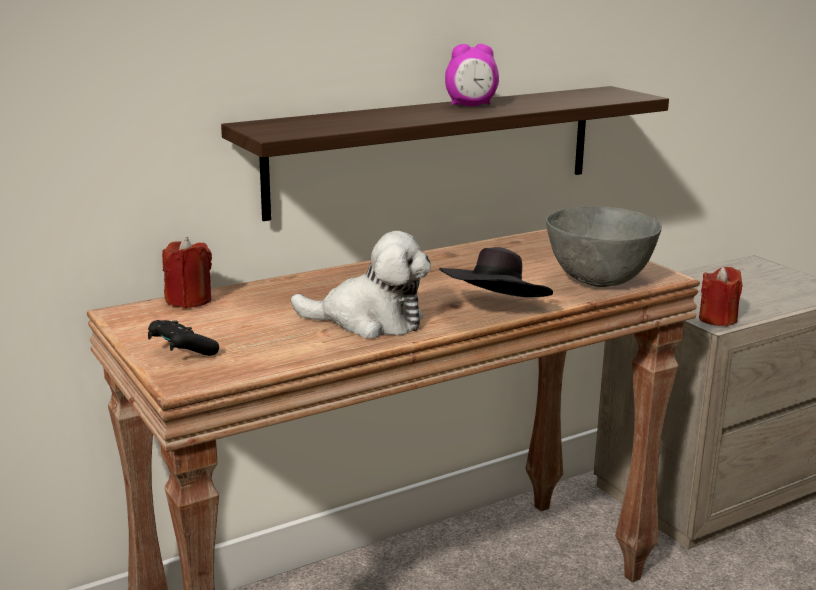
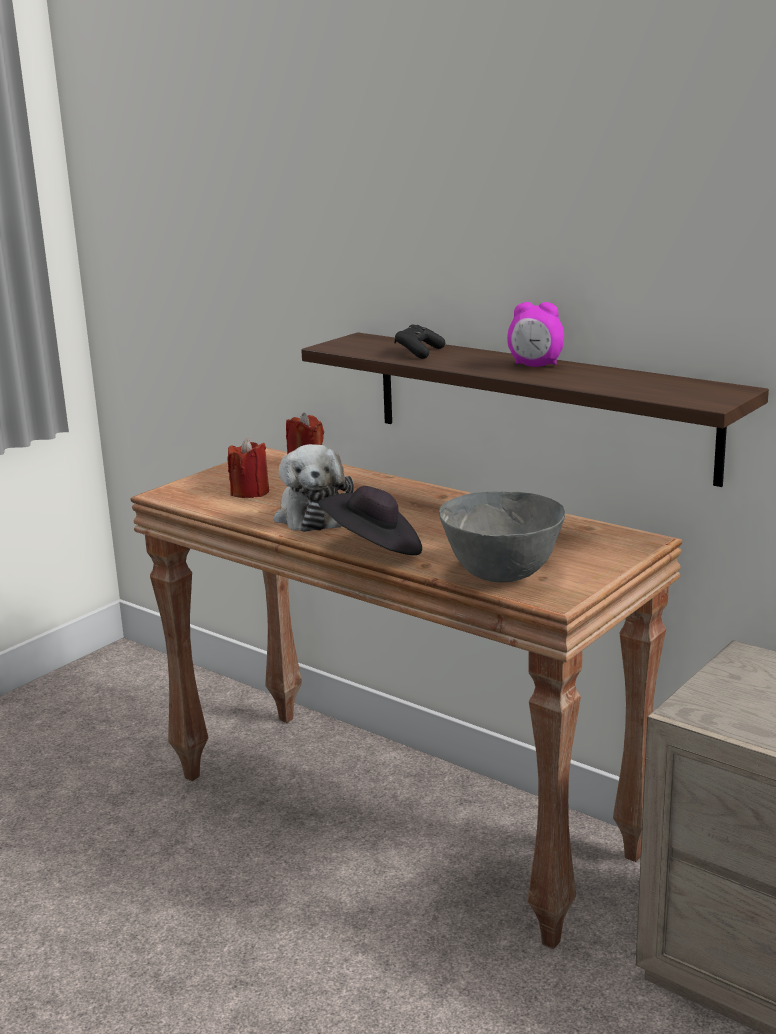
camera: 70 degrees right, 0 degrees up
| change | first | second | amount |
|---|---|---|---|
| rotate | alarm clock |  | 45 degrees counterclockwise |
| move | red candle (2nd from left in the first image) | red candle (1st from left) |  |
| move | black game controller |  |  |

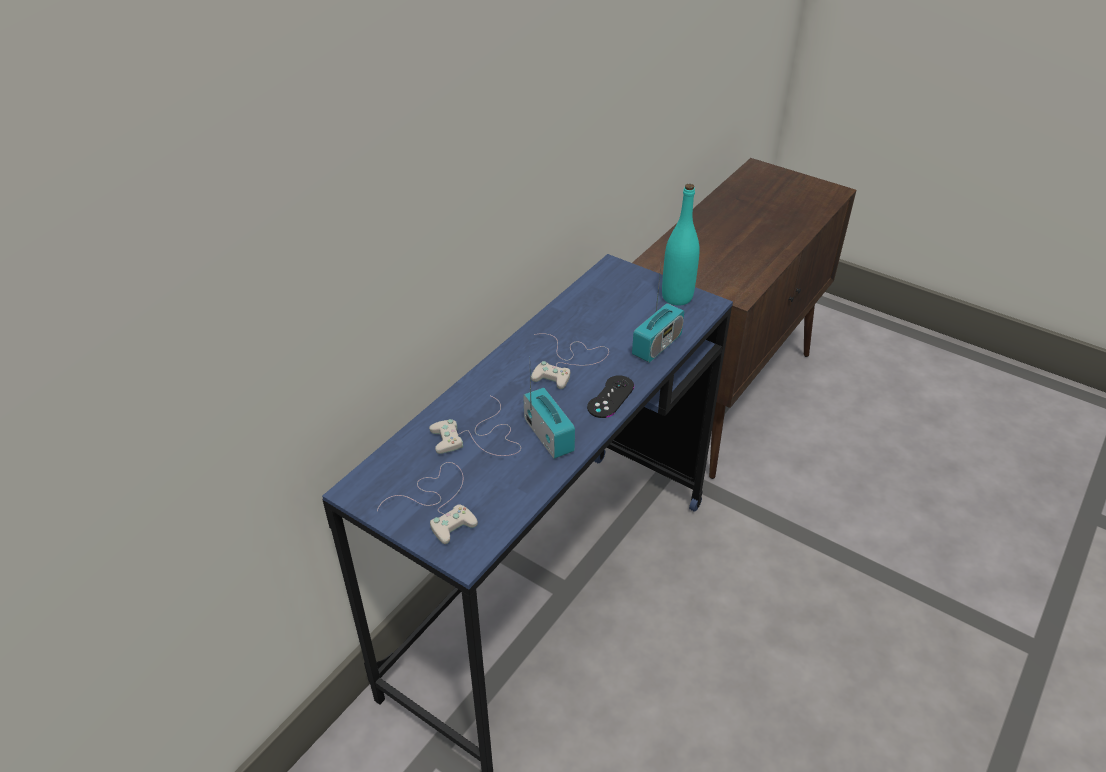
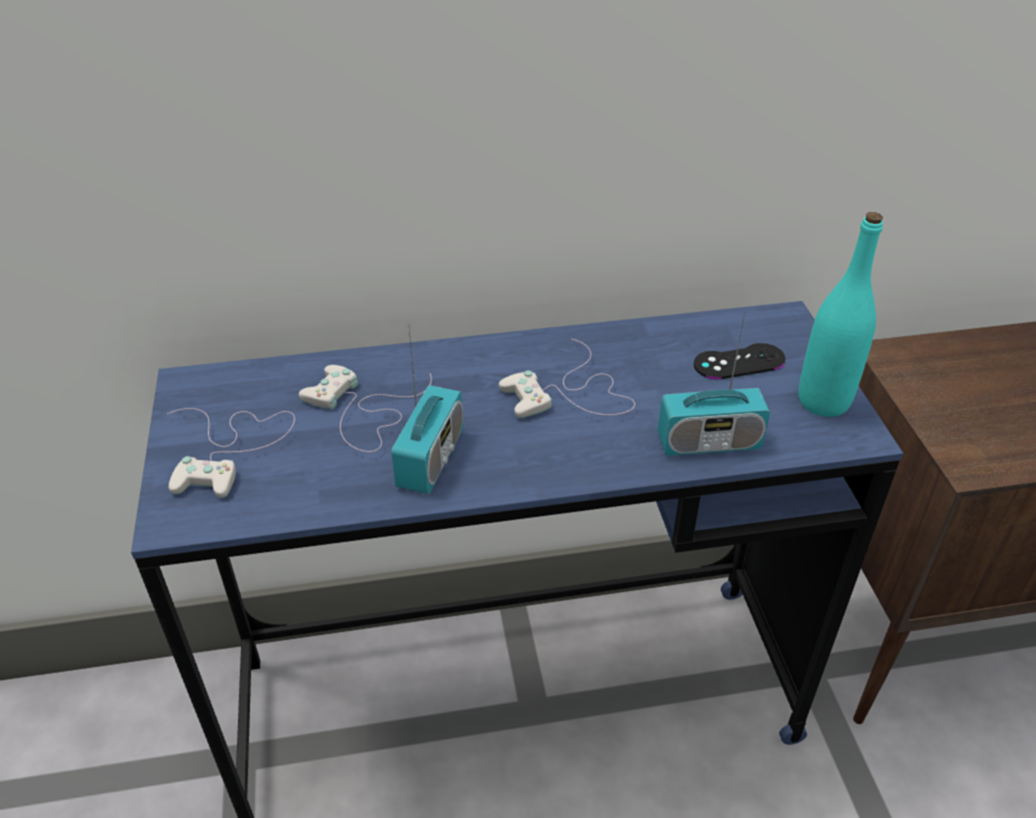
camera: 45 degrees right, 0 degrees up
| change | first | second | amount |
|---|---|---|---|
| move | black game controller |  |  |

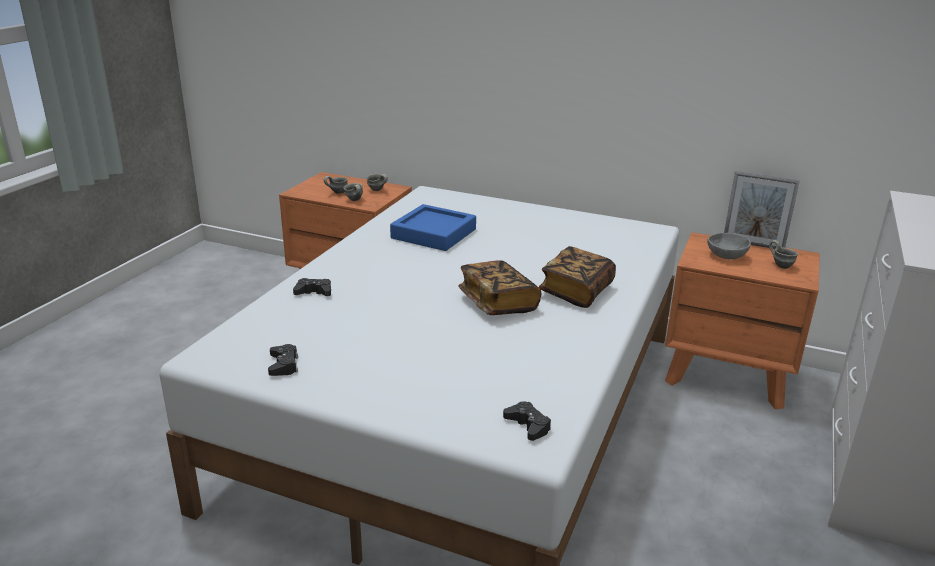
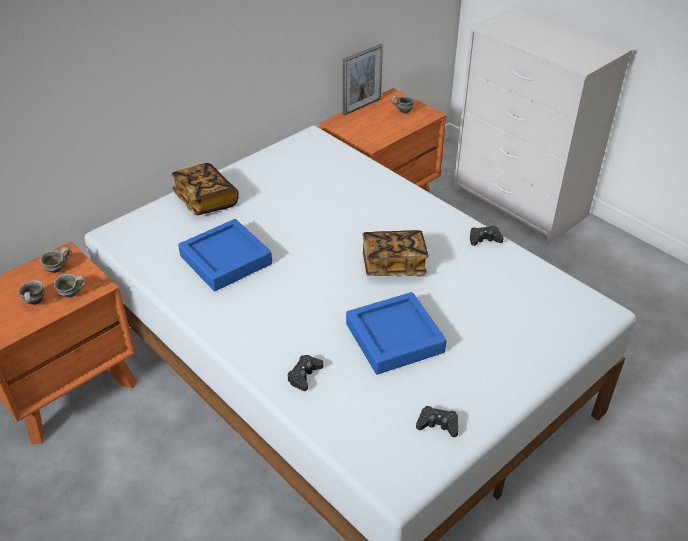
camera: 65 degrees left, 15 degrees up
| change | first | second | amount |
|---|---|---|---|
| delete | grey bowl |  |  |
| move | book (2nd from left in the first image) | book (1st from left) |  |
| move | black game controller (3rd from left) |  |  |
| insert |  | blue tray (2nd from left) |  |

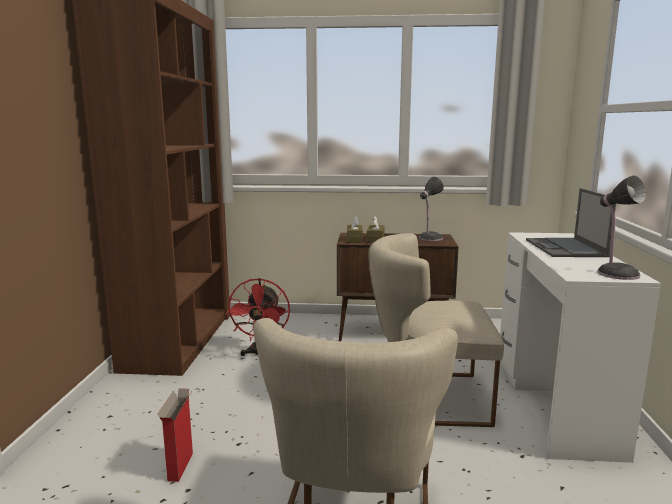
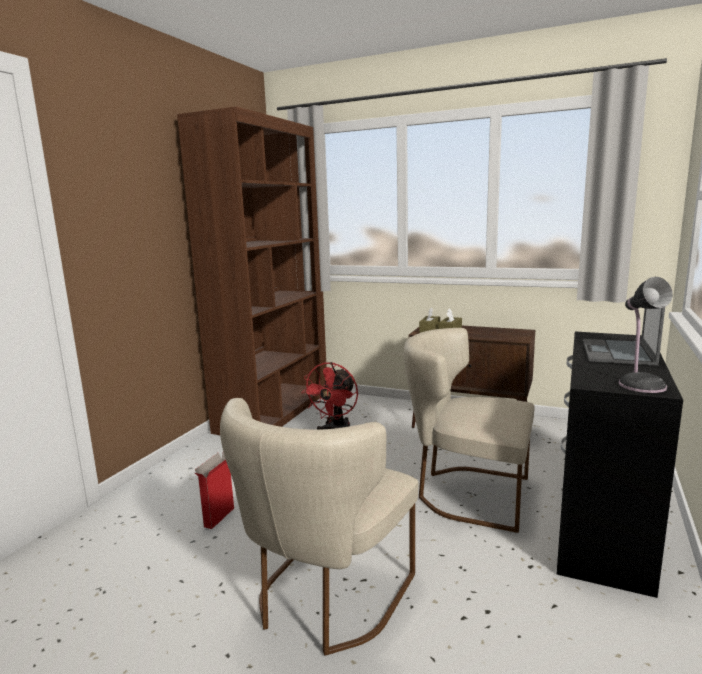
camera: 20 degrees right, 0 degrees up
| change | first | second | amount |
|---|---|---|---|
| delete | table lamp (1st from left) |  |  |
| recolor | white desk | black desk |  |

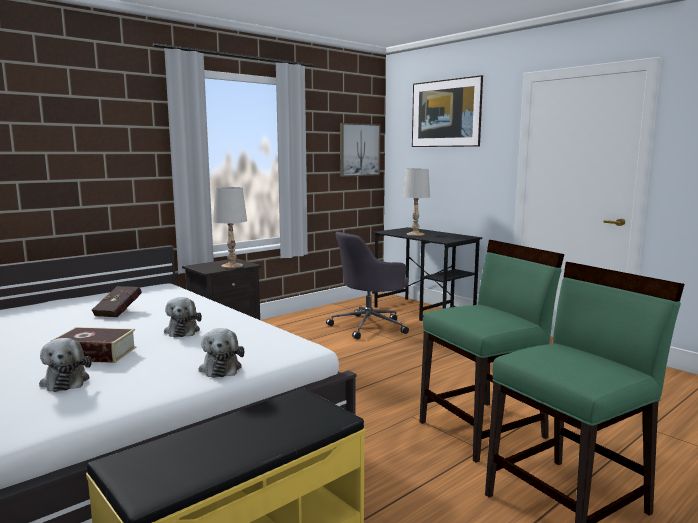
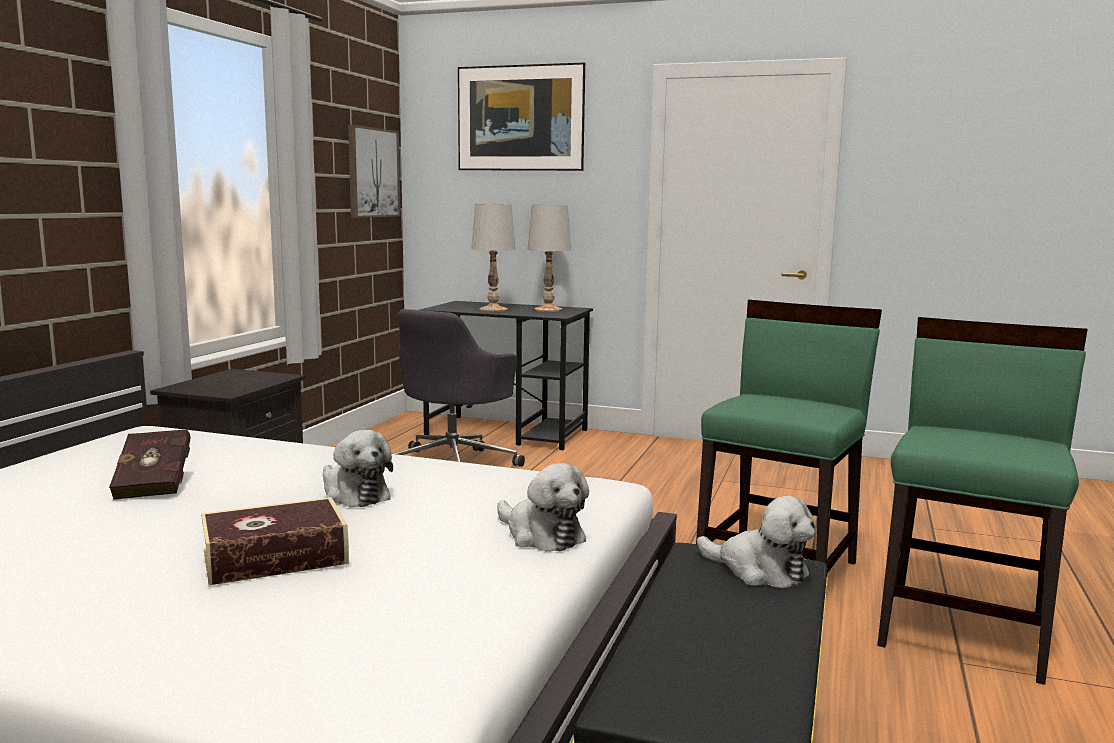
camera: 30 degrees left, 0 degrees up
| change | first | second | amount |
|---|---|---|---|
| move | white table lamp (1st from left in the first image) | white table lamp (2nd from left) |  |
| move | plush toy (1st from left in the first image) | plush toy (3rd from left) |  |

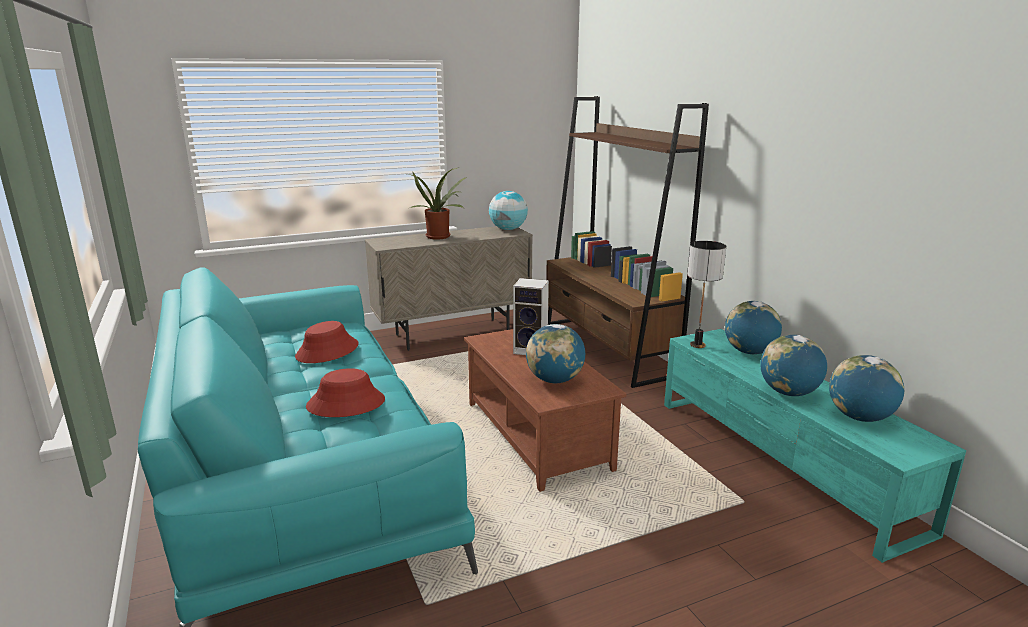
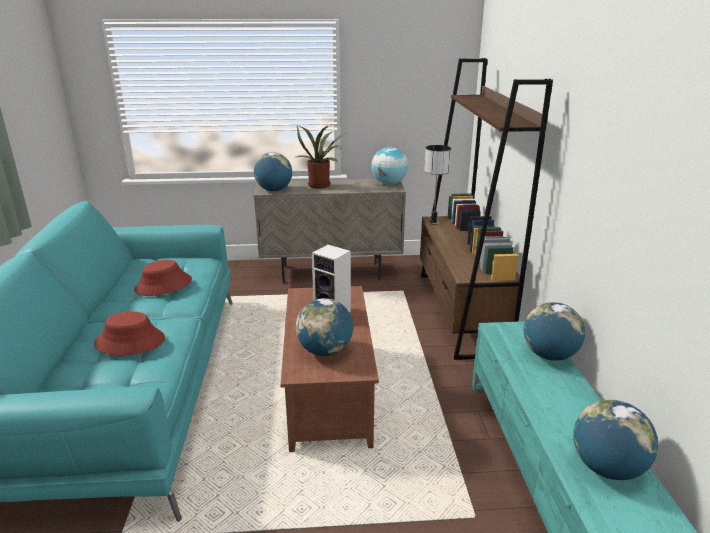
camera: 20 degrees right, 5 degrees up
| change | first | second | amount |
|---|---|---|---|
| move | table lamp |  |  |
| move | globe (4th from left in the first image) | globe (1st from left) |  |

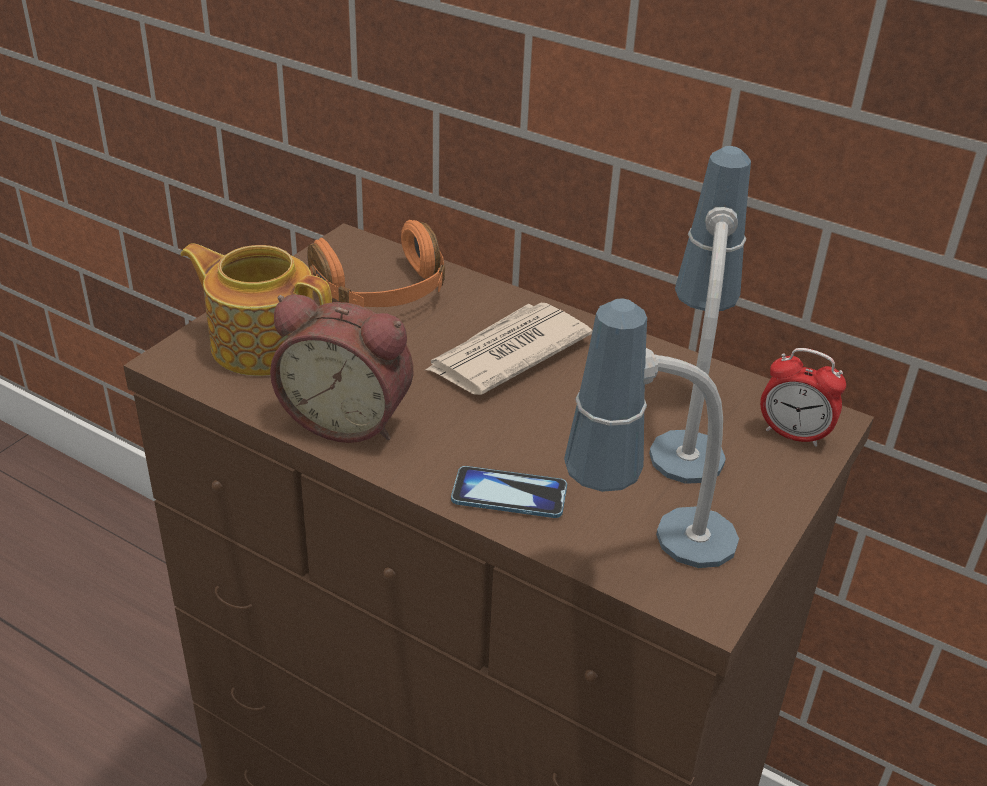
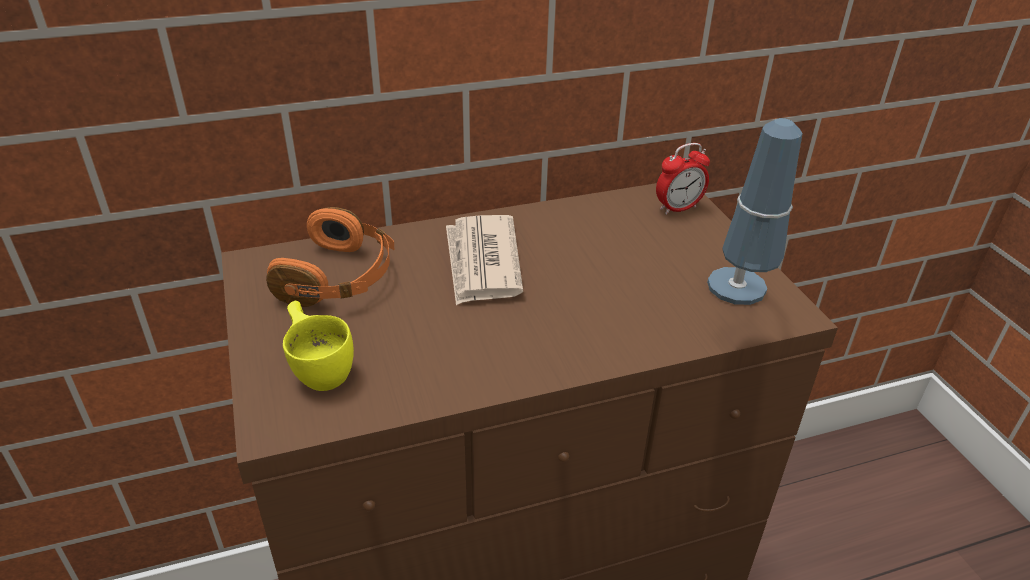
camera: 50 degrees left, 0 degrees up
| change | first | second | amount |
|---|---|---|---|
| delete | table lamp (2nd from left) |  |  |
| replace | teapot | yellow cup |  |
| delete | alarm clock (1st from left) |  |  |
| delete | phone |  |  |

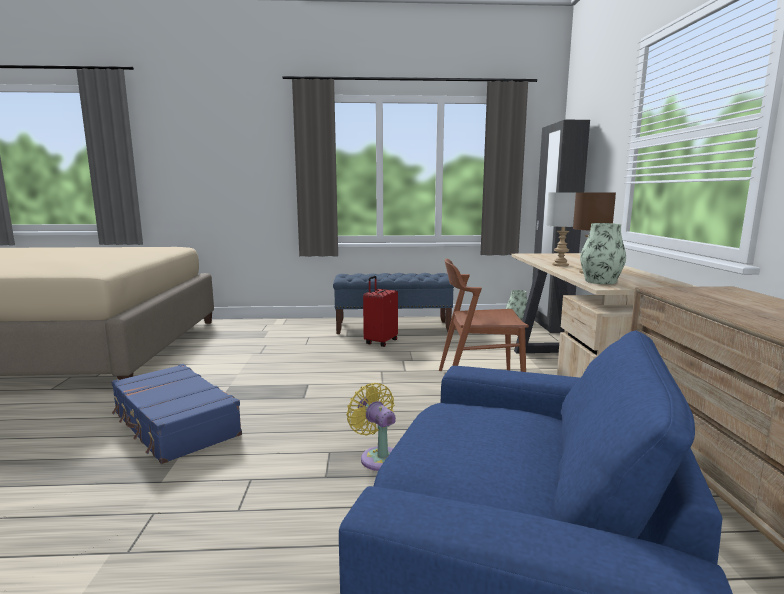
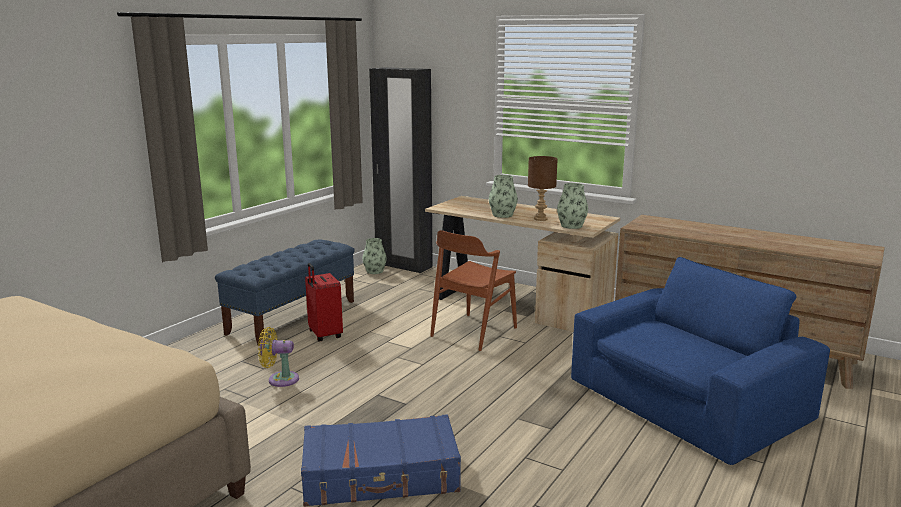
camera: 55 degrees left, 5 degrees up
| change | first | second | amount |
|---|---|---|---|
| replace | grey table lamp | vase (2nd from left) |  |
| move | yellow fan |  |  |

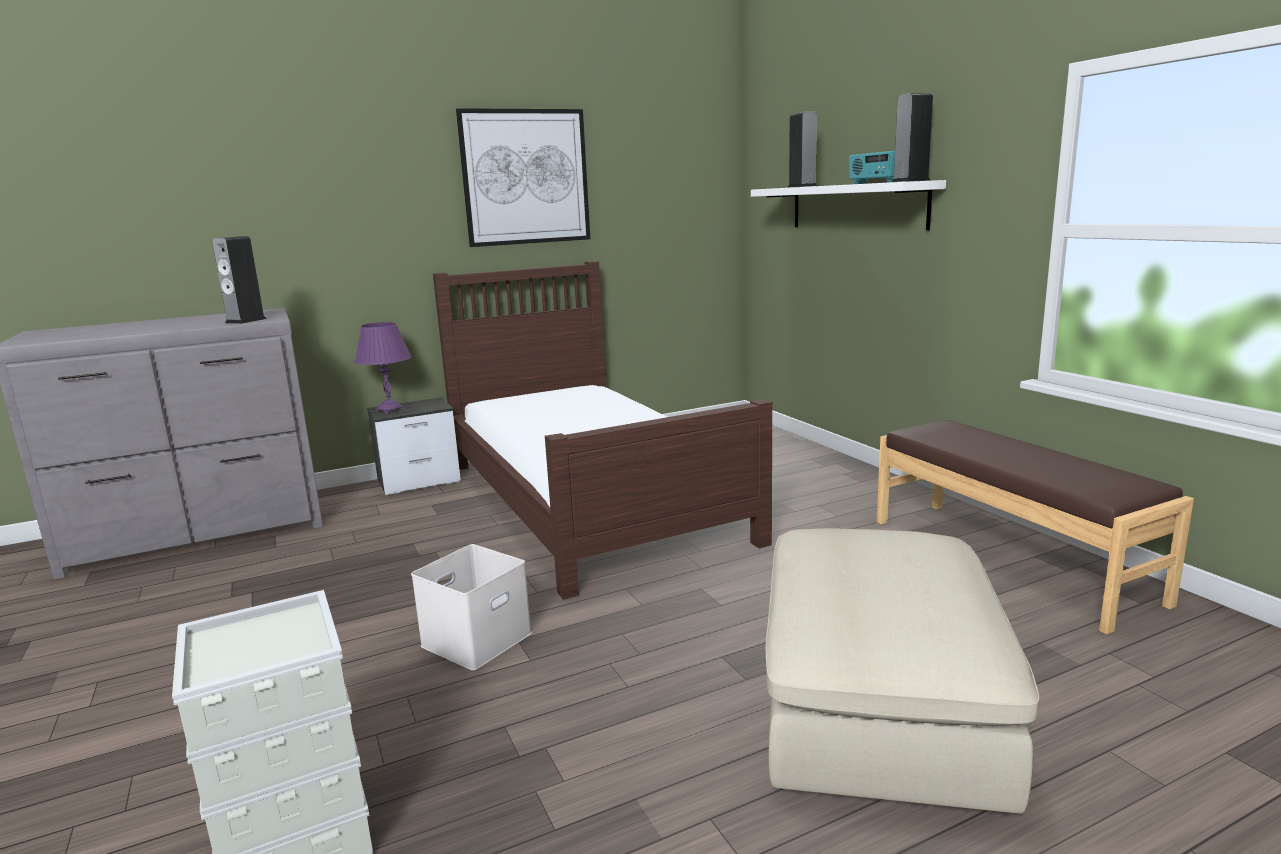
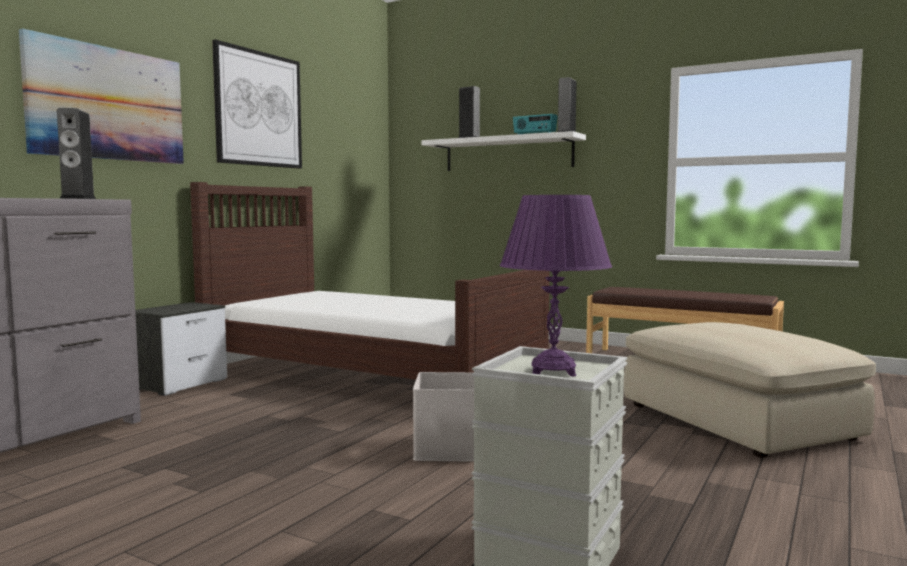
camera: 35 degrees left, 10 degrees down
| change | first | second | amount |
|---|---|---|---|
| move | purple table lamp |  |  |
| insert |  | picture (1st from left) |  |

